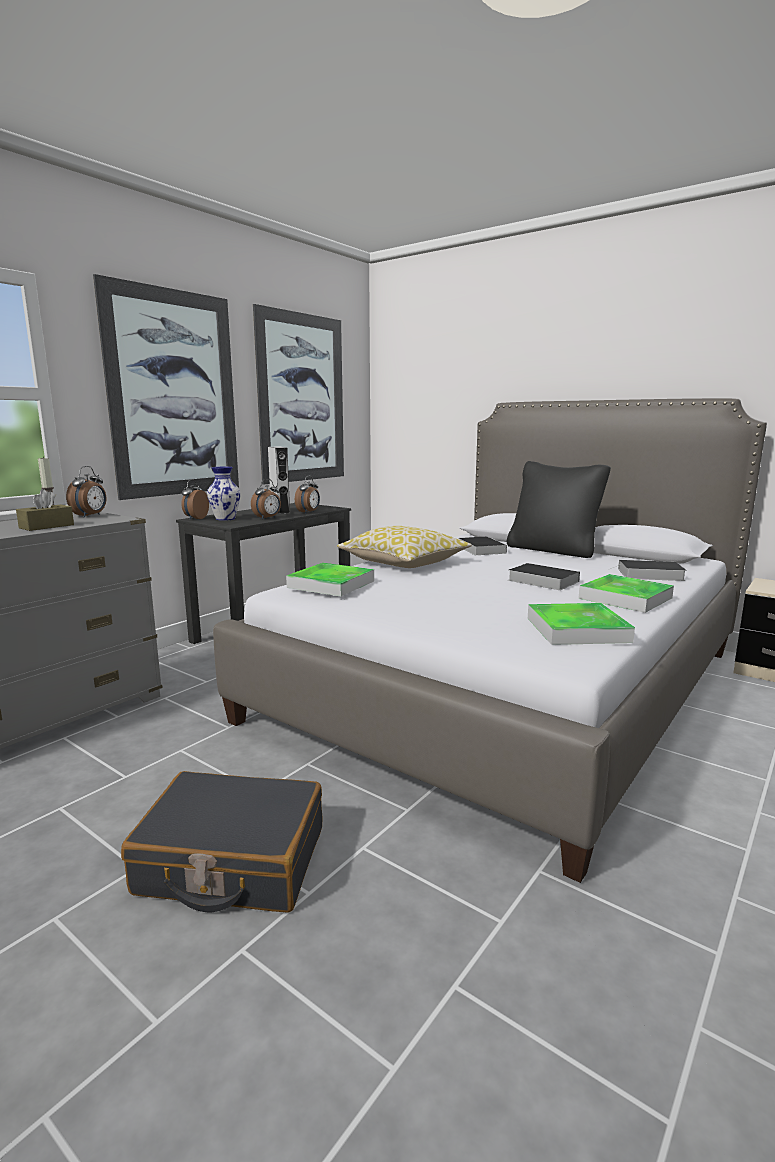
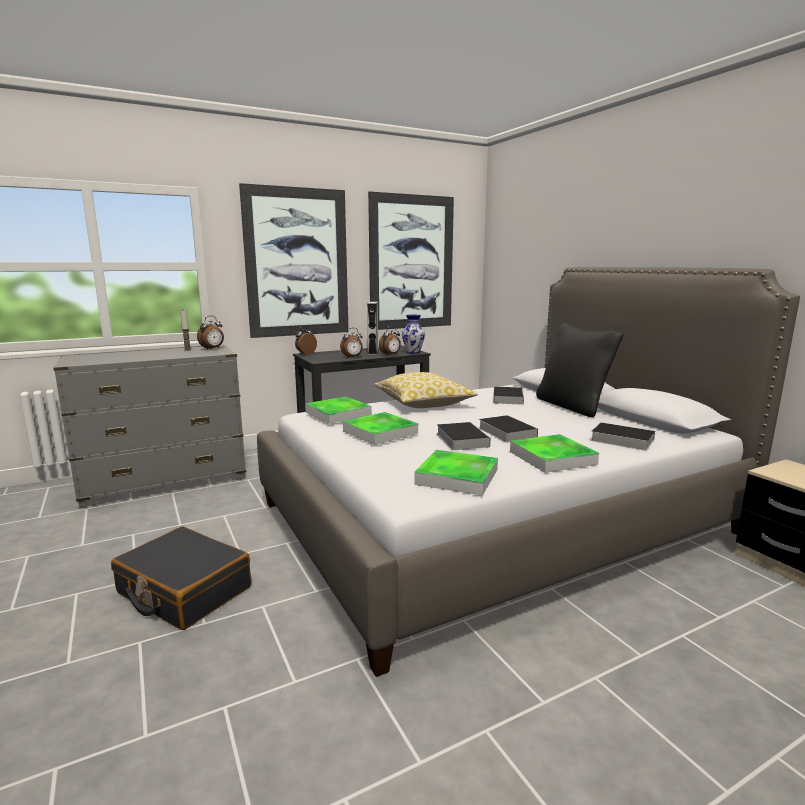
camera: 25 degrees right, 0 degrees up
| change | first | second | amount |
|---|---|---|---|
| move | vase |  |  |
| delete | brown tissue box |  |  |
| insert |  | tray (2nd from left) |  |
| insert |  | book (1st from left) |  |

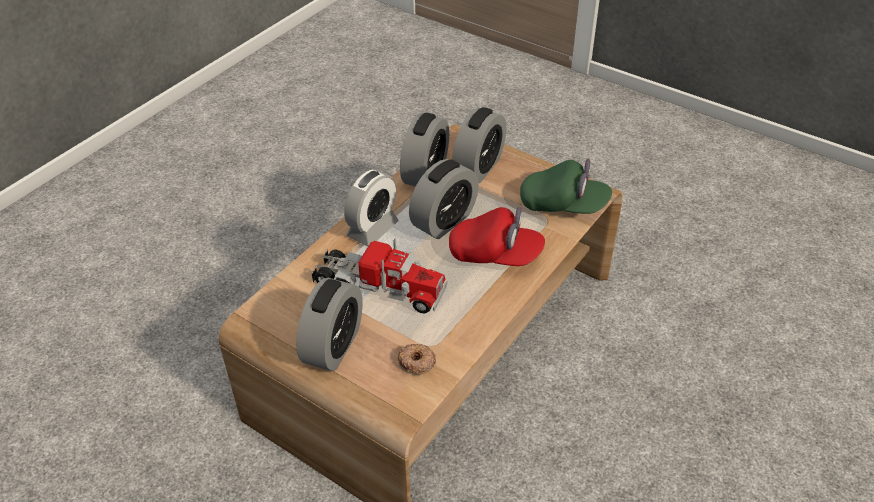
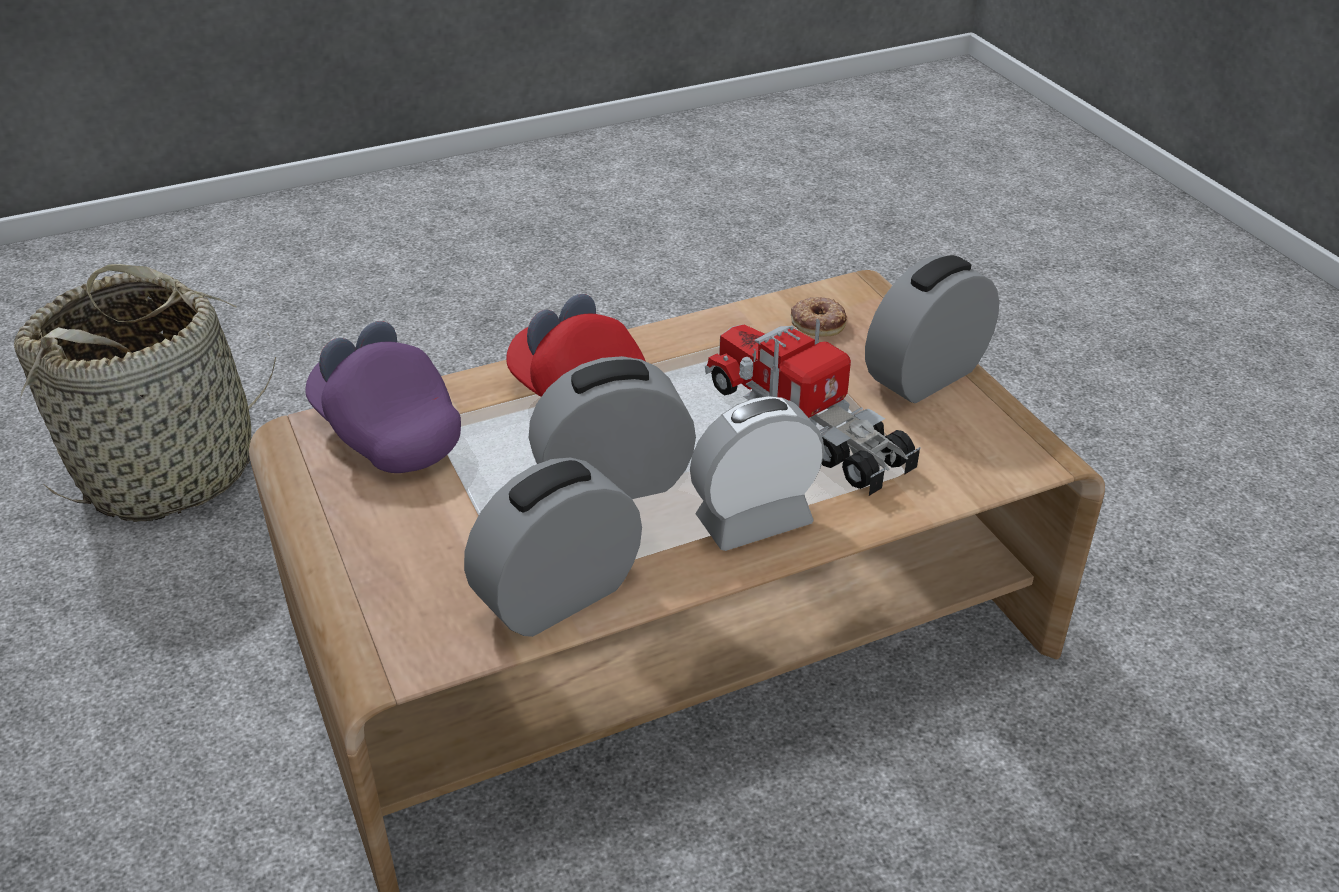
camera: 150 degrees left, 5 degrees down
| change | first | second | amount |
|---|---|---|---|
| delete | alarm clock (5th from left) |  |  |
| recolor | green cap | purple cap |  |
| insert |  | basket |  |

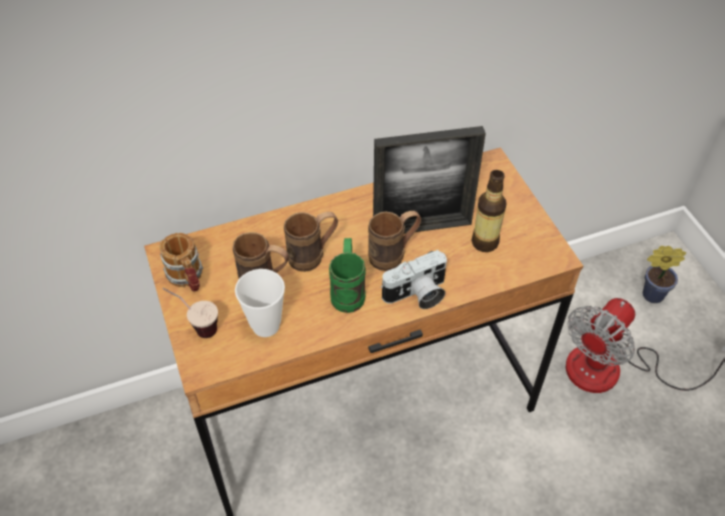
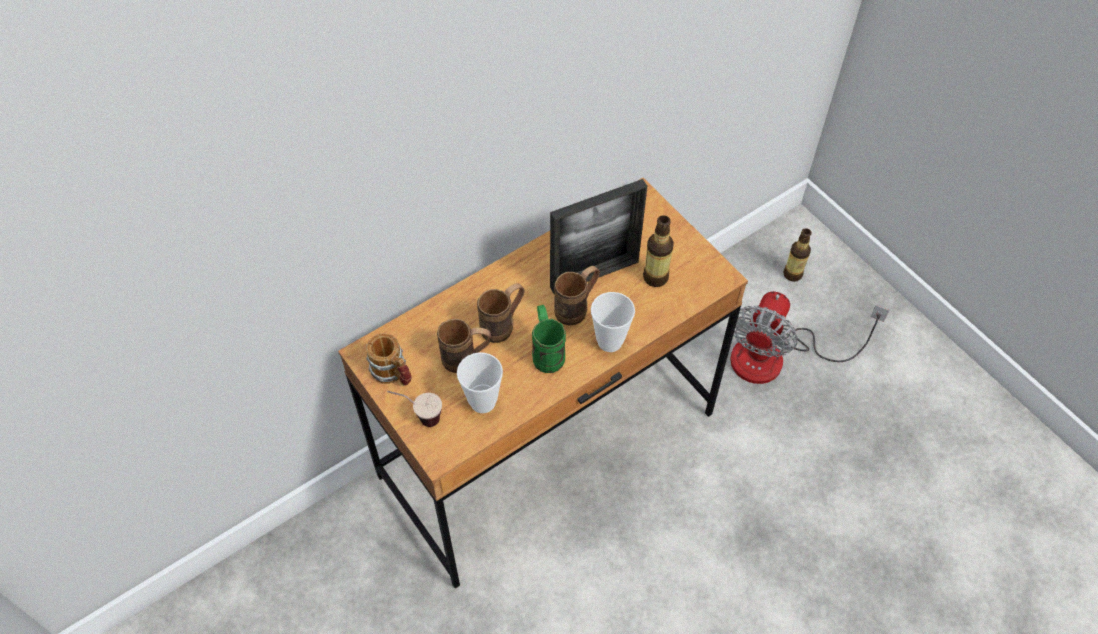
camera: 15 degrees left, 5 degrees up
| change | first | second | amount |
|---|---|---|---|
| replace | potted plant | bottle (2nd from left) |  |
| replace | photo camera | cup (3rd from left) |  |

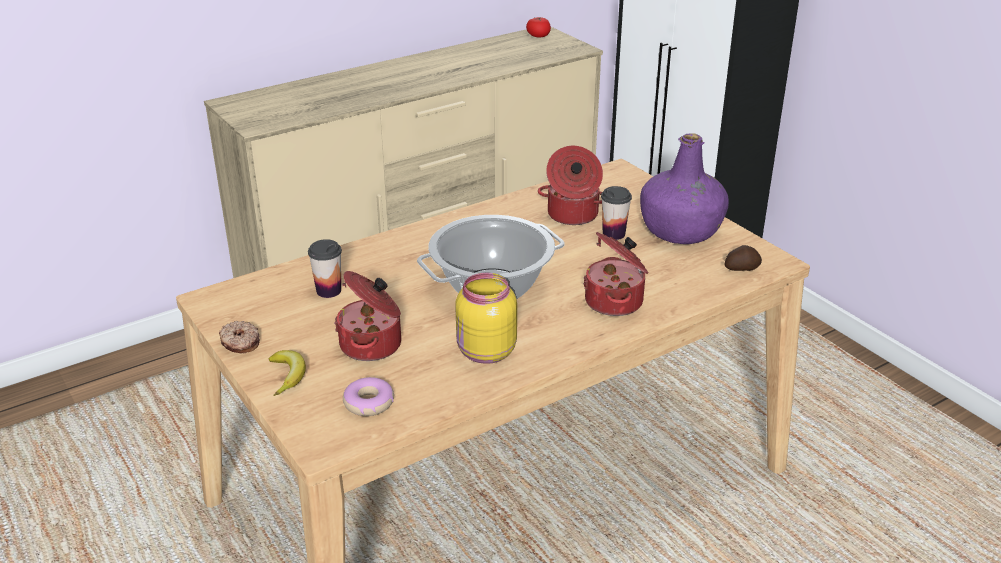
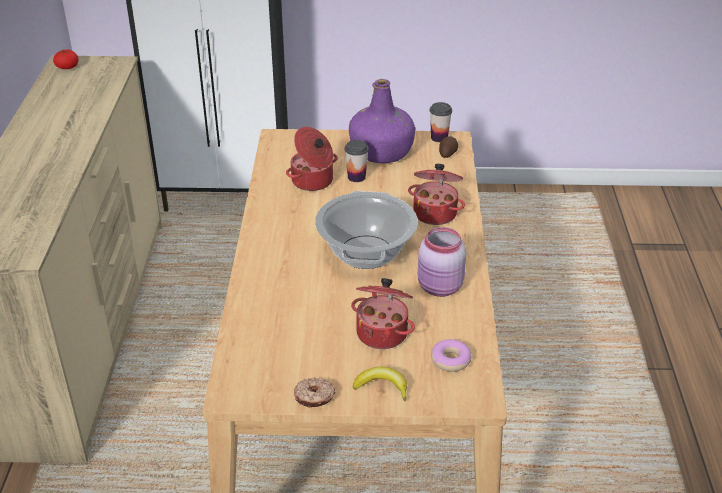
camera: 55 degrees left, 5 degrees up
| change | first | second | amount |
|---|---|---|---|
| move | cup (1st from left in the first image) | cup (2nd from left) |  |
| recolor | yellow jar | pink jar |  |

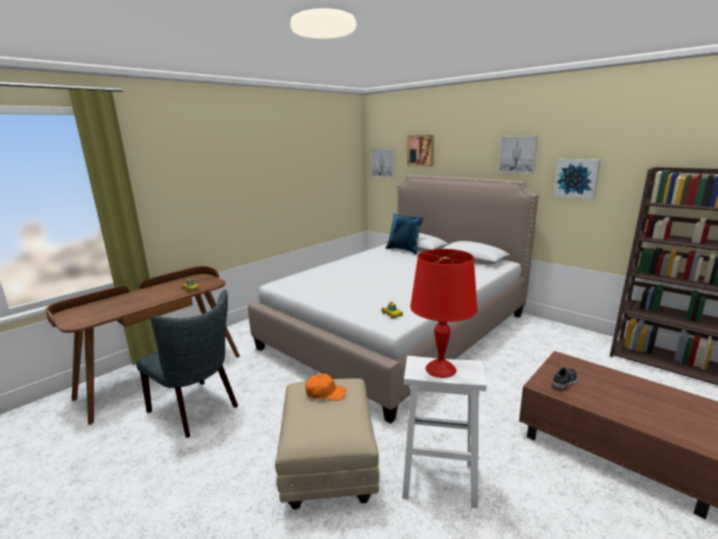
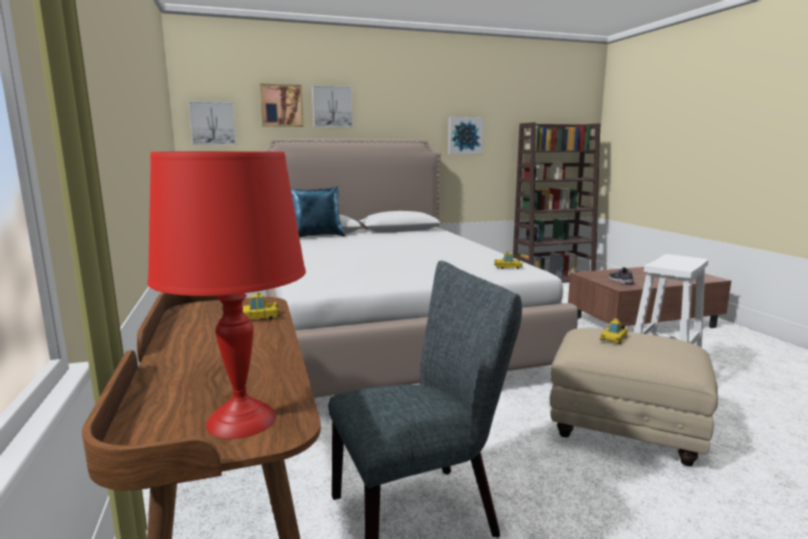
camera: 60 degrees left, 5 degrees down
| change | first | second | amount |
|---|---|---|---|
| move | picture (3rd from left) |  |  |
| move | red table lamp |  |  |
| replace | orange cap | toy car (3rd from left) |  |

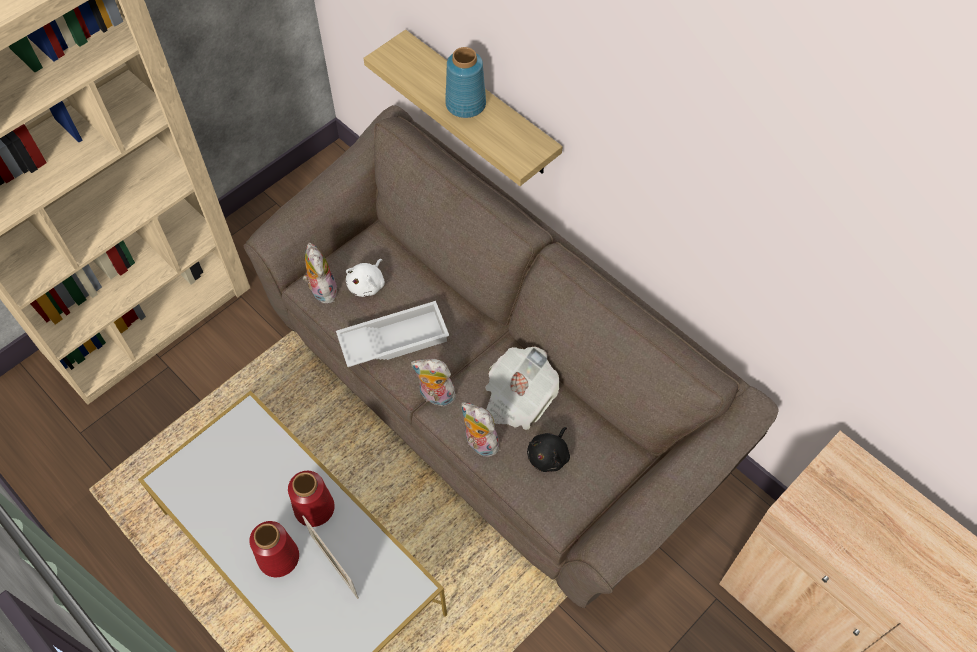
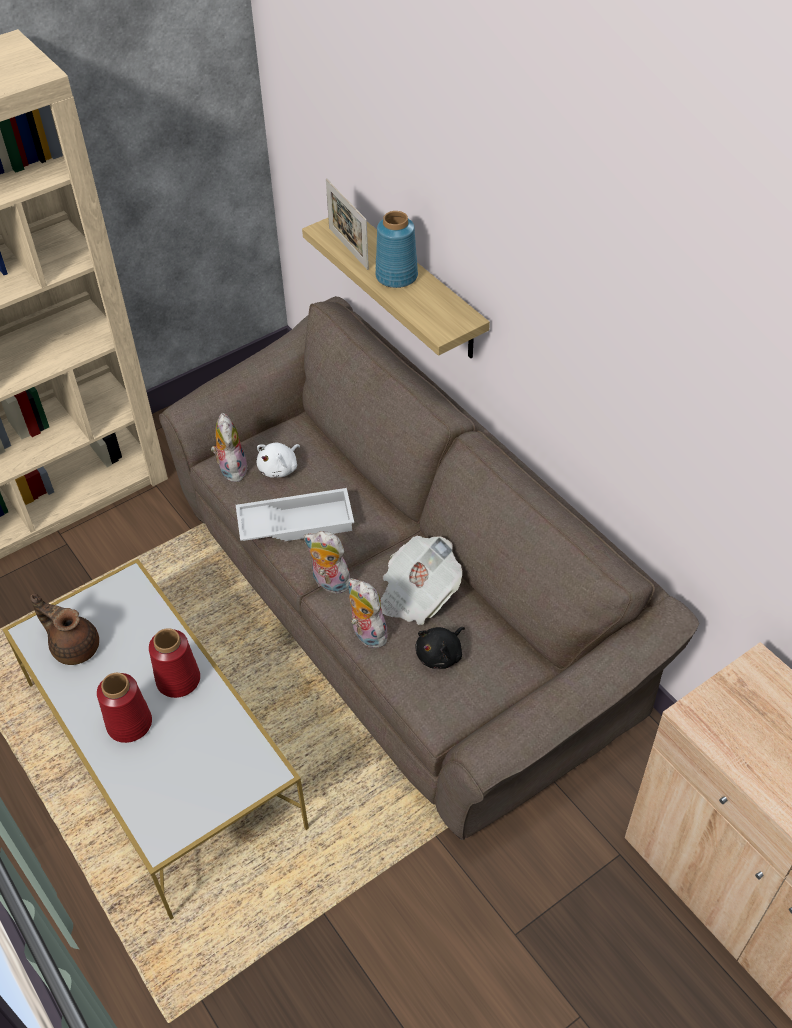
camera: 10 degrees right, 10 degrees down
| change | first | second | amount |
|---|---|---|---|
| move | picture frame |  |  |
| insert |  | brown teapot |  |

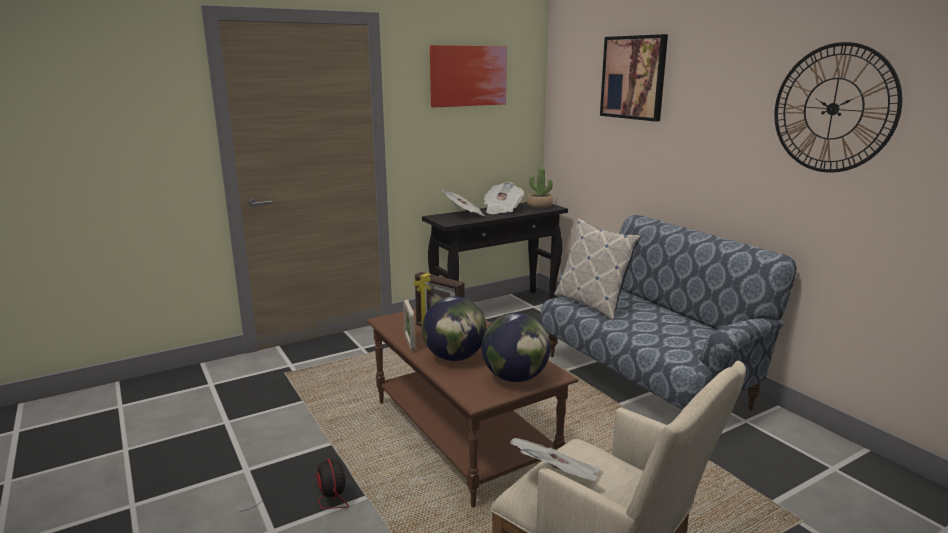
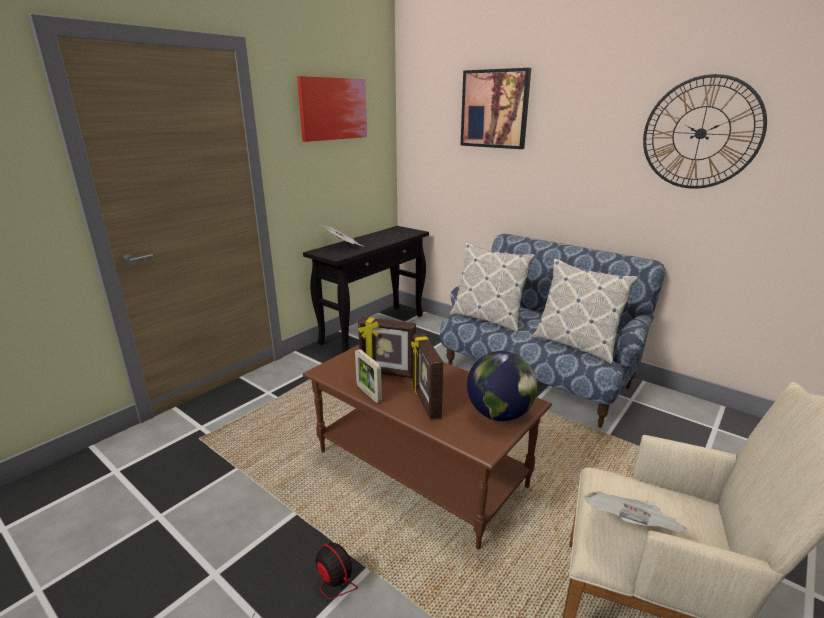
camera: 20 degrees left, 5 degrees up
| change | first | second | amount |
|---|---|---|---|
| delete | potted plant |  |  |
| delete | newspaper (2nd from left) |  |  |
| replace | globe (1st from left) | picture frame (3rd from left) |  |
| insert |  | pillow (2nd from left) |  |

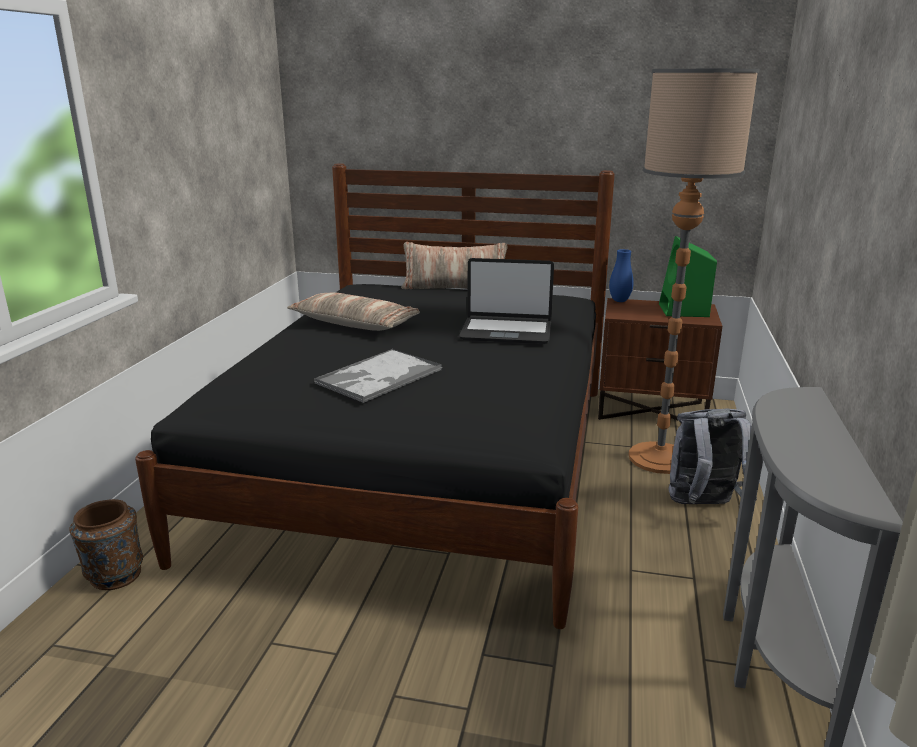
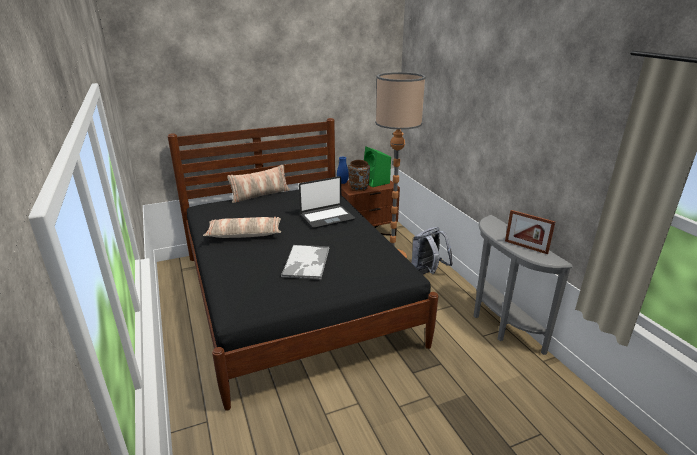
camera: 35 degrees left, 5 degrees up
| change | first | second | amount |
|---|---|---|---|
| move | brown vase |  |  |
| insert |  | picture frame |  |

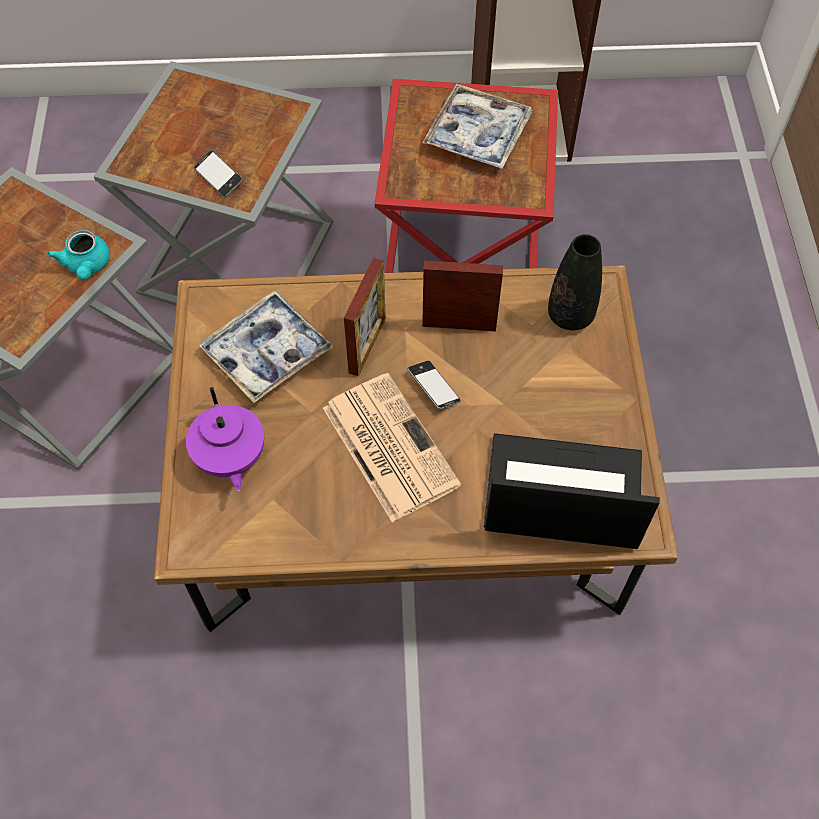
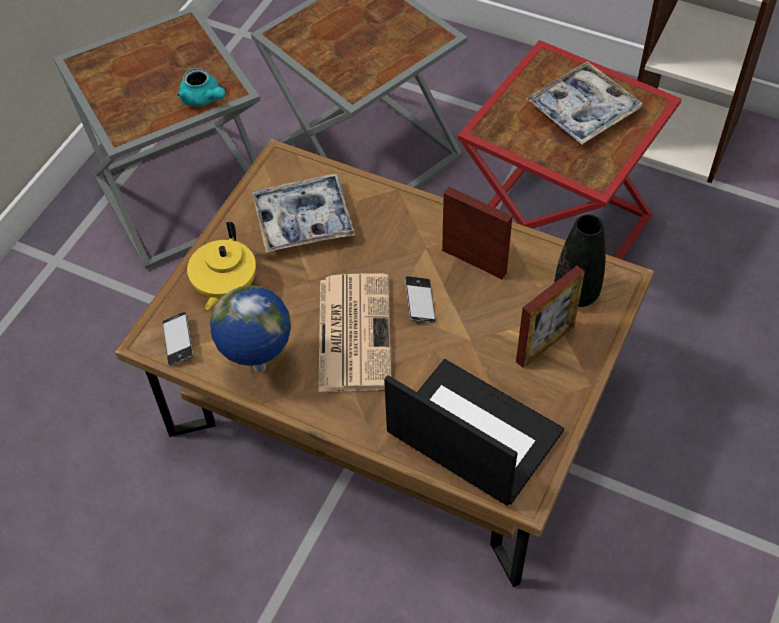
camera: 30 degrees right, 5 degrees down
| change | first | second | amount |
|---|---|---|---|
| move | phone (1st from left) |  |  |
| rotate | turquoise teapot |  | 60 degrees counterclockwise |
| move | picture frame (1st from left in the first image) | picture frame (2nd from left) |  |
| recolor | purple teapot | yellow teapot |  |
| insert |  | globe |  |

